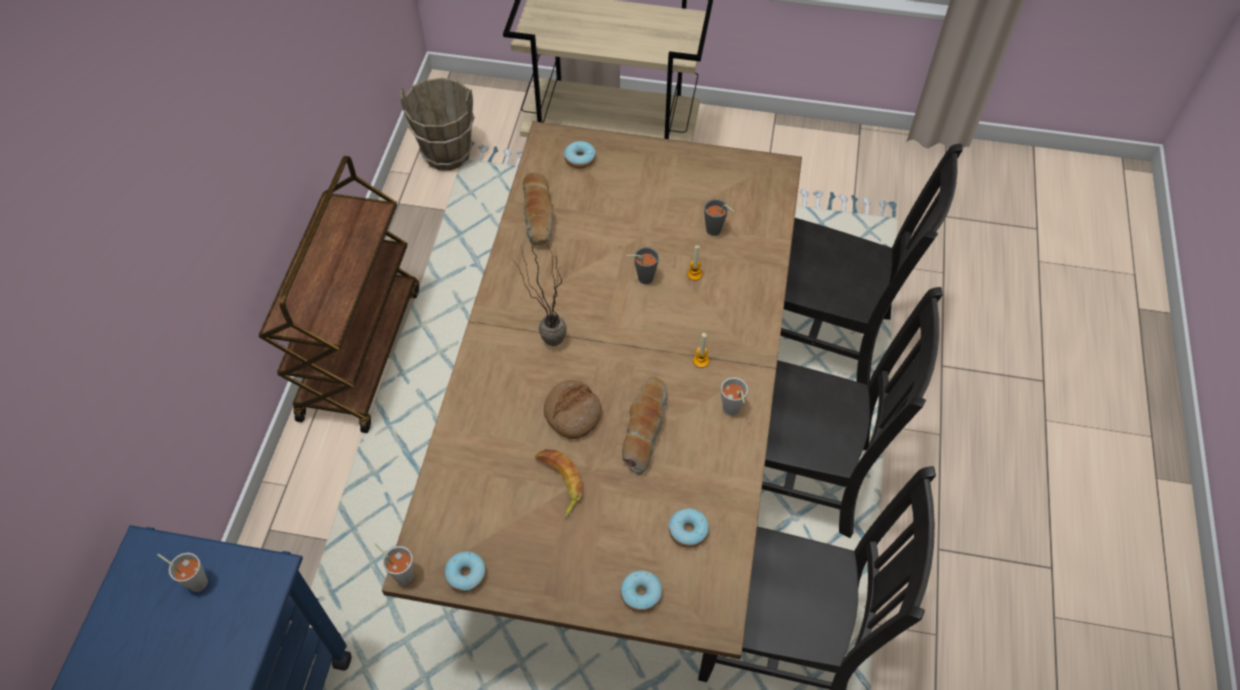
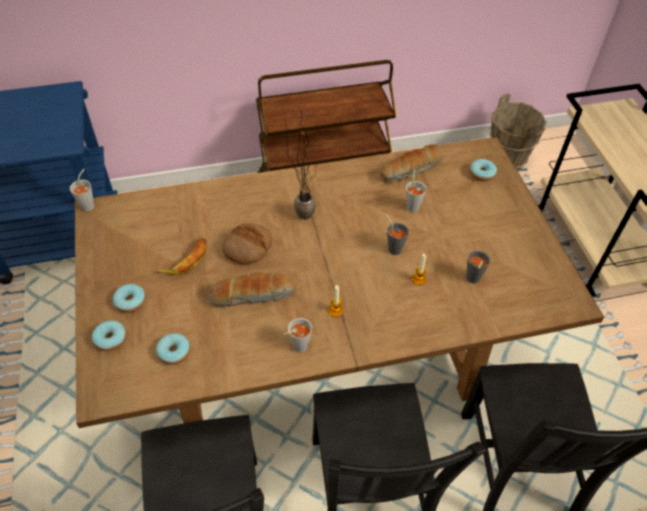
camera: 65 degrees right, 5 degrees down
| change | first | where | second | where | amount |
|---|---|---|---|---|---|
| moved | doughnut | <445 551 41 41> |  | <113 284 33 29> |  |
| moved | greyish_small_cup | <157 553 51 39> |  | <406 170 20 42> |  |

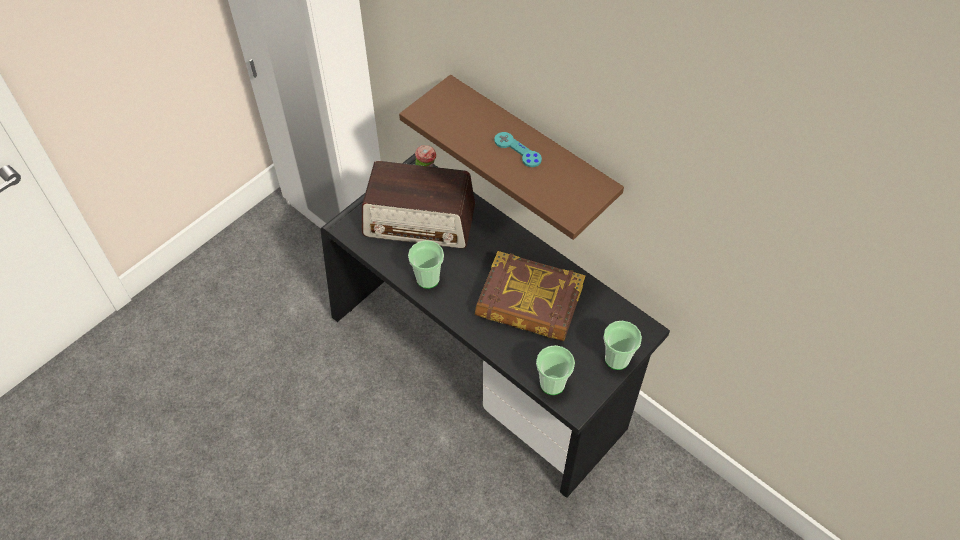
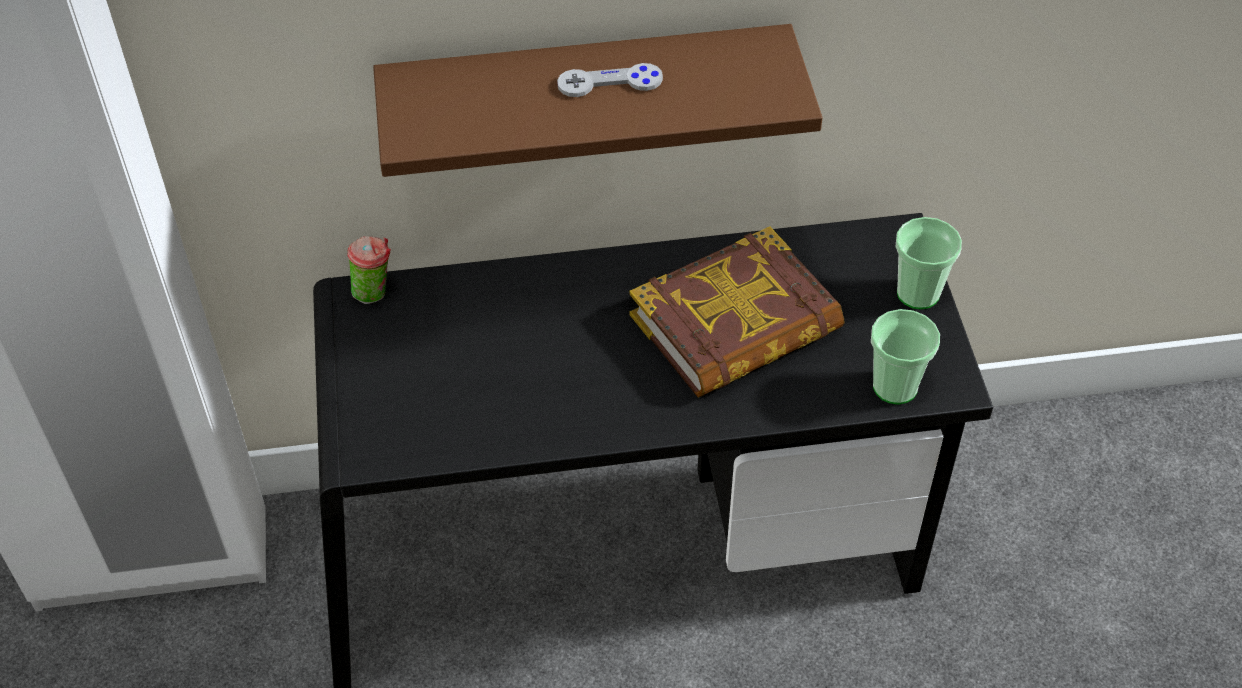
camera: 50 degrees left, 5 degrees down
| change | first | where | second | where | amount |
|---|---|---|---|---|---|
| recoloured | turquoise-coloured_gamepad | <494 132 48 35> | greyish_gamepad | <557 63 106 34> |  |
| removed | radio | <362 161 113 87> |  |  |  |
| removed | small_cup | <408 240 36 49> |  |  |  |

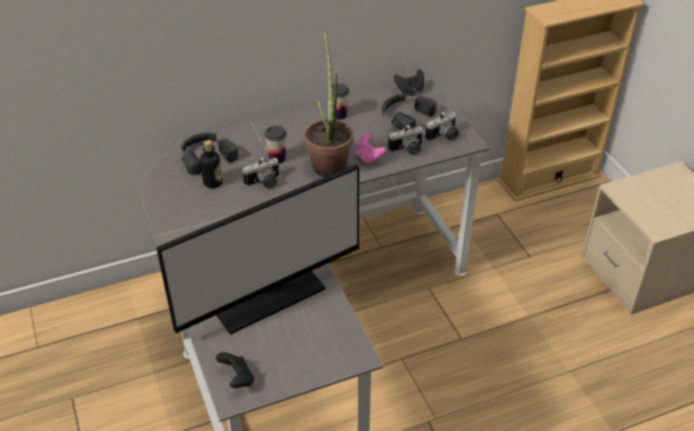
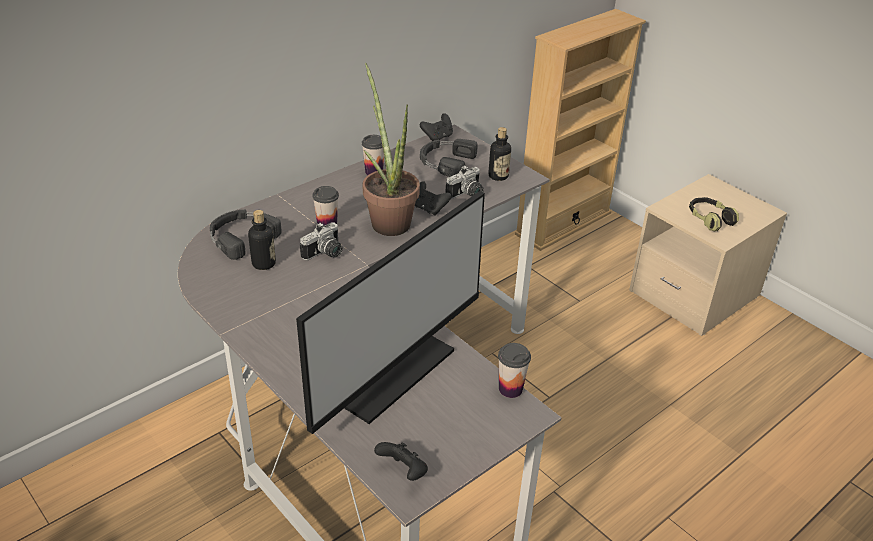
camera: 20 degrees left, 5 degrees down
| change | first | where | second | where | amount |
|---|---|---|---|---|---|
| recoloured | pinkish_gamepad | <355 133 31 32> | black_gamepad | <415 181 36 35> |  |
| replaced | photo_camera | <425 112 34 29> | beverage_bottle | <488 127 23 54> |  |
| added |  |  | small_cup | <498 343 33 55> |  |
| added |  |  | headphones | <689 197 50 34> |  |

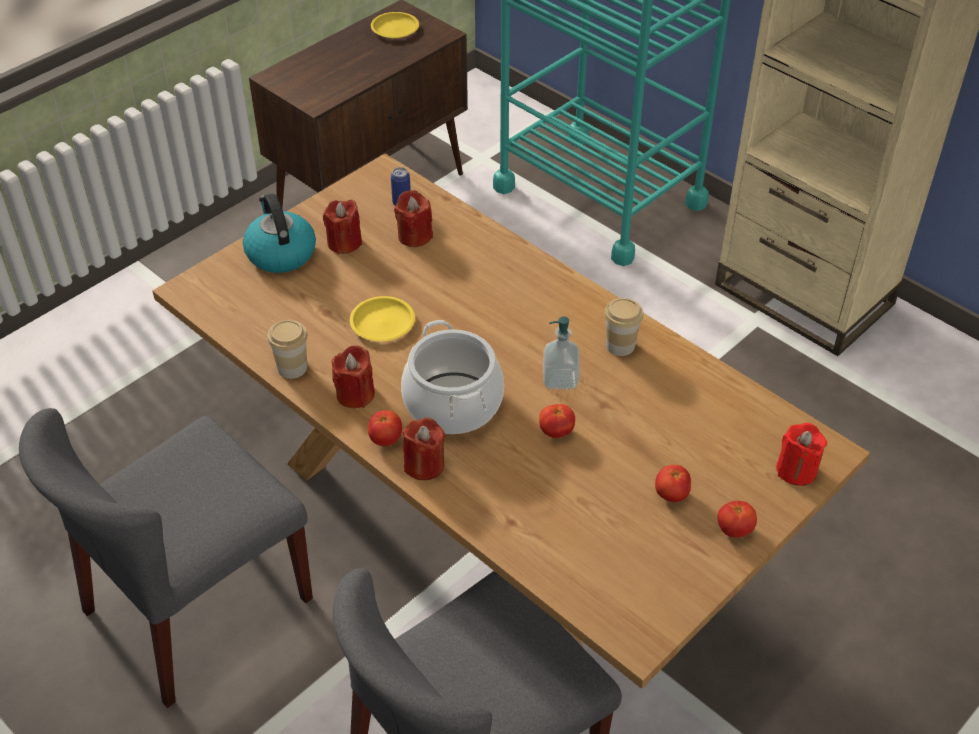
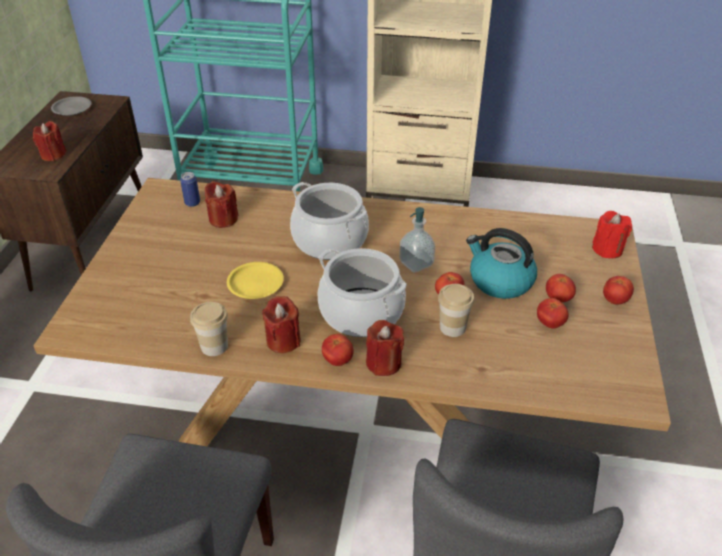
camera: 35 degrees left, 5 degrees down
| change | first | where | second | where | amount |
|---|---|---|---|---|---|
| moved | red_wax_candle | <323 200 39 54> |  | <33 121 33 40> |  |
| recoloured | yellowish_dinner_plate | <371 12 48 26> | greyish_dinner_plate | <51 96 40 20> |  |
| added |  |  | cooking_pot | <290 182 79 78> |  |
| moved | small_cup | <604 298 40 58> |  | <438 284 36 53> |  |
| moved | tea_kettle | <243 193 73 80> |  | <466 228 71 71> |  |
| added |  |  | whole_tomato | <537 298 32 30> |  |

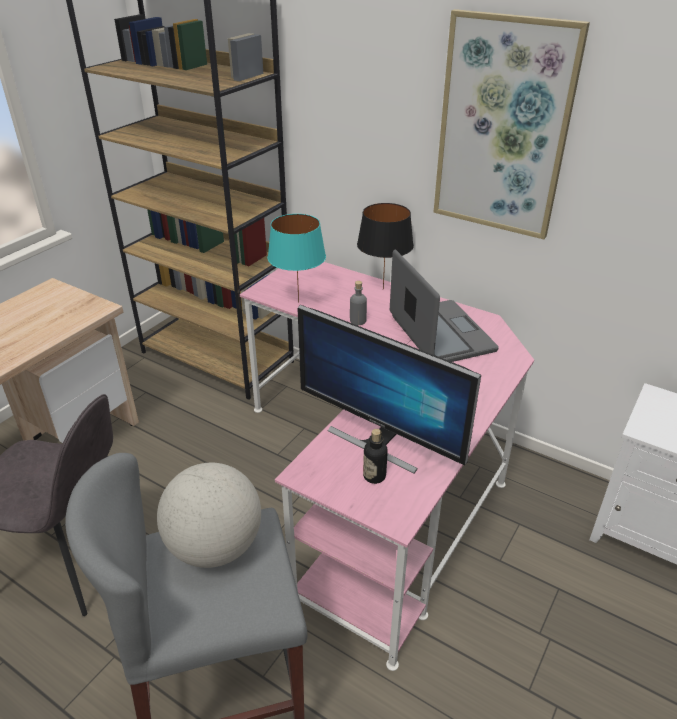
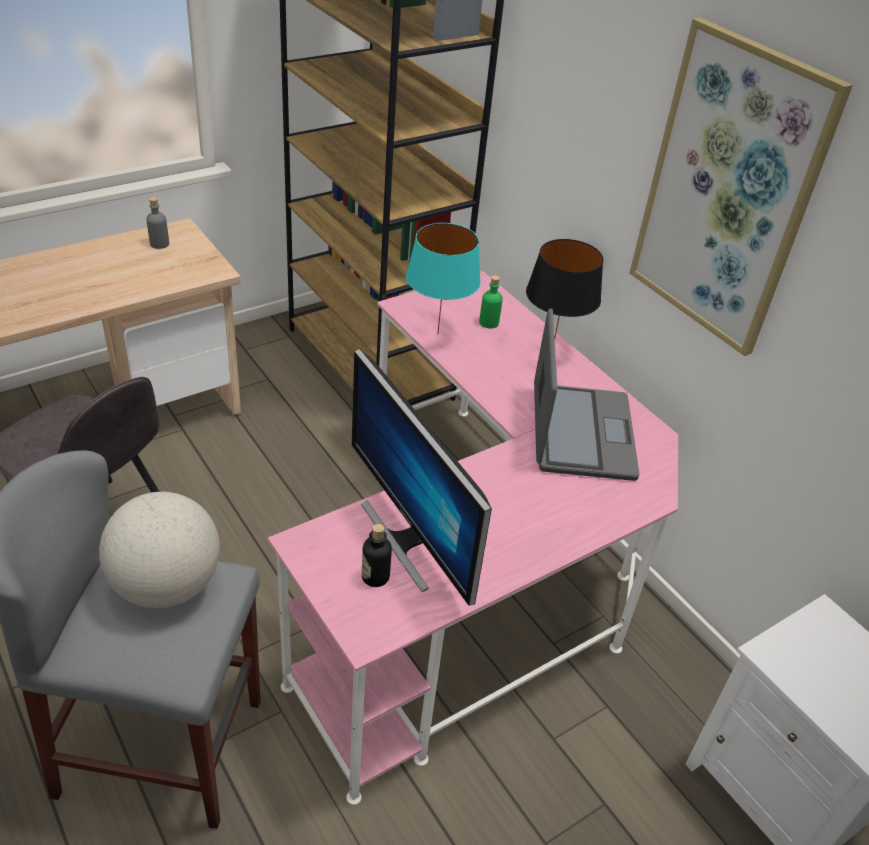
camera: 20 degrees right, 5 degrees up
| change | first | where | second | where | amount |
|---|---|---|---|---|---|
| moved | greyish_beverage_bottle | <350 281 17 44> |  | <146 197 23 52> |  |
| added |  |  | green-coloured_beverage_bottle | <479 275 24 54> |  |

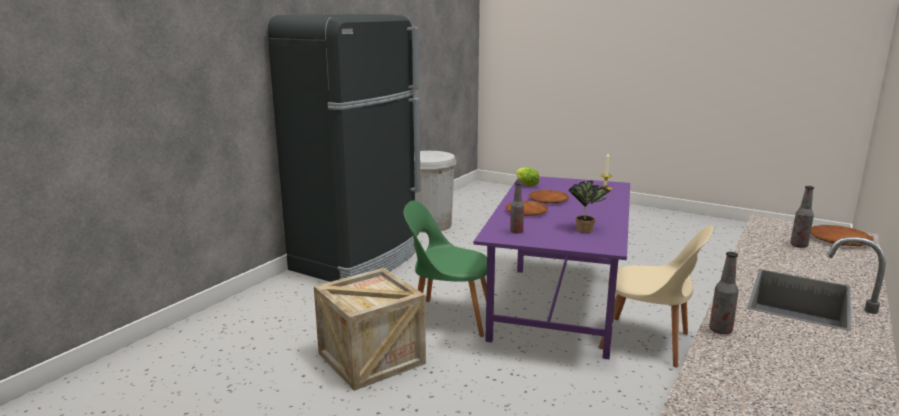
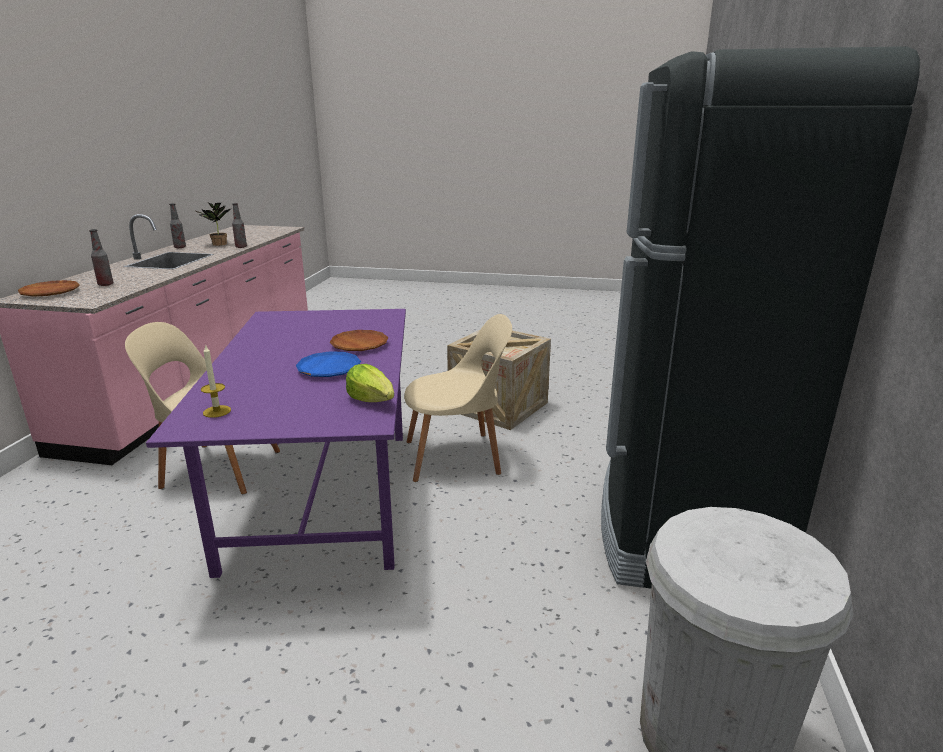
camera: 160 degrees right, 5 degrees up
| change | first | where | second | where | amount |
|---|---|---|---|---|---|
| moved | beverage_bottle | <510 182 14 52> |  | <169 203 17 45> |  |
| moved | houseplant | <568 181 42 52> |  | <196 202 34 44> |  |
| recoloured | brownish_dinner_plate | <528 190 41 13> | blue_dinner_plate | <296 351 65 26> |  |
| recoloured | green-coloured_upright_chair | <404 200 83 137> | beige_upright_chair | <404 314 108 168> |  |

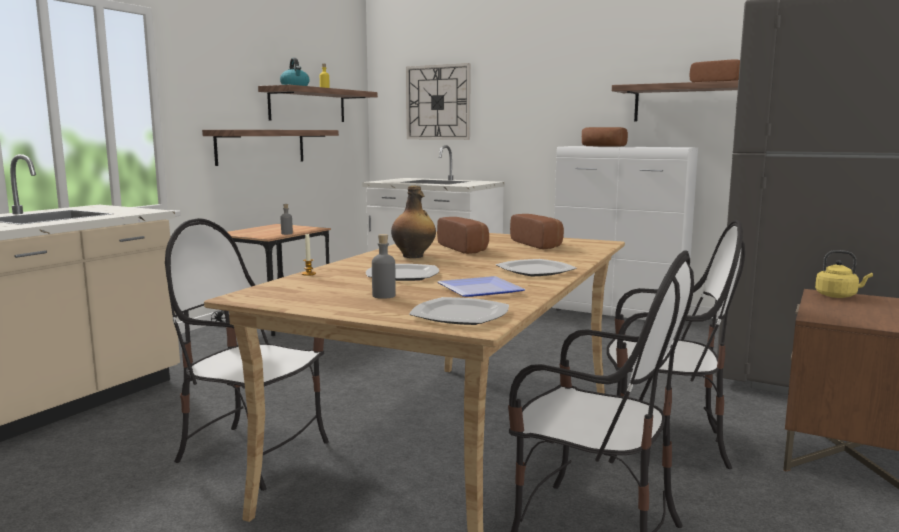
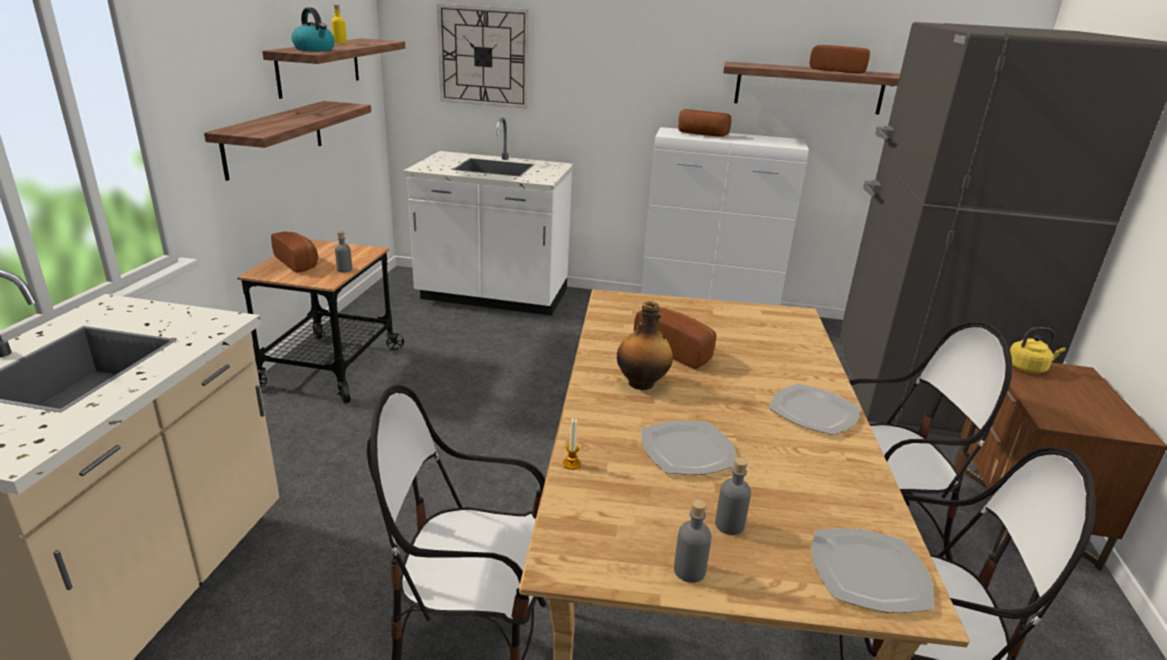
camera: 20 degrees left, 15 degrees up
| change | first | where | second | where | amount |
|---|---|---|---|---|---|
| moved | baked_bread | <510 214 54 35> |  | <271 231 47 42> |  |
| added |  |  | greyish_beverage_bottle | <674 499 37 84> |  |
| removed | dinner_plate | <438 276 87 21> |  |  |  |

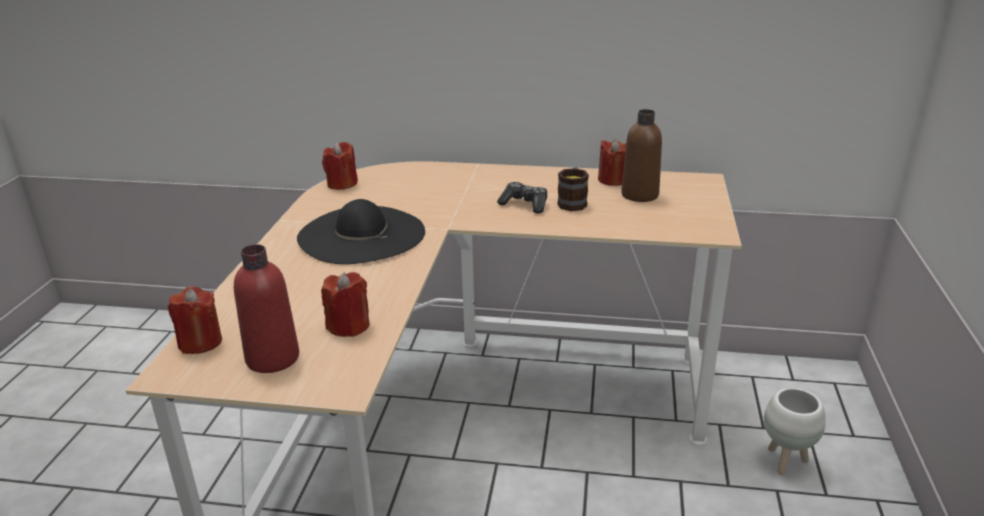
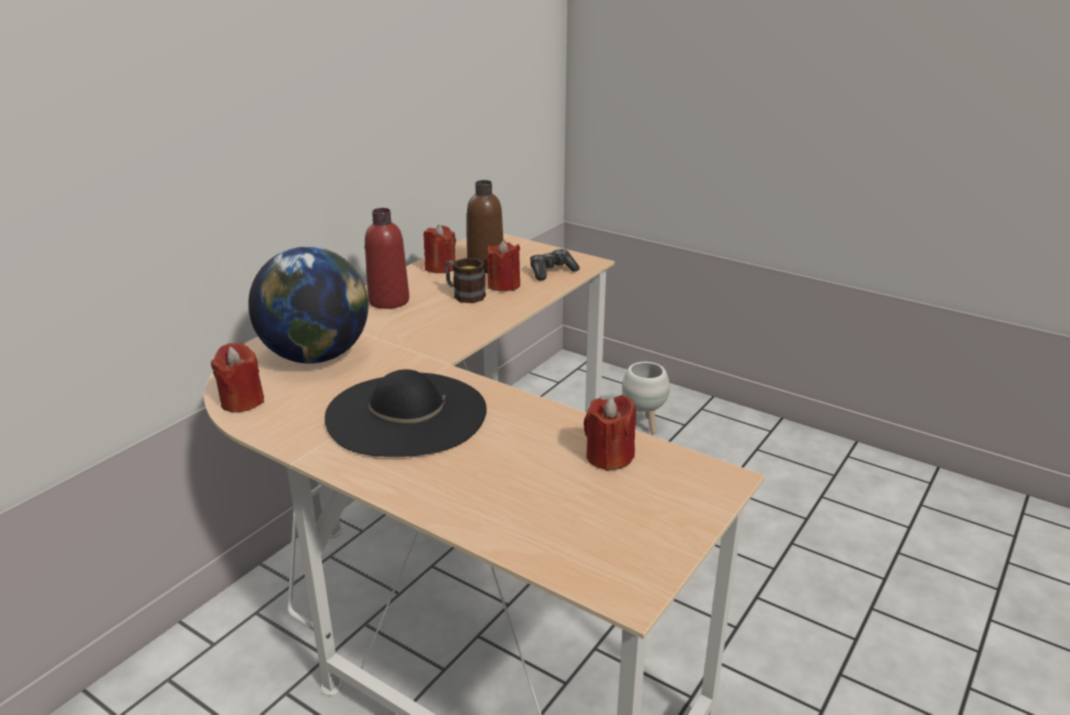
camera: 65 degrees left, 0 degrees up
| change | first | where | second | where | amount |
|---|---|---|---|---|---|
| added |  |  | desk_globe | <248 246 120 118> |  |
| moved | red_beverage_bottle | <234 244 65 129> |  | <365 208 44 101> |  |
| moved | red_wax_candle | <168 287 54 67> |  | <487 240 33 51> |  |
| moved | gamepad | <497 182 50 32> |  | <530 249 50 31> |  |

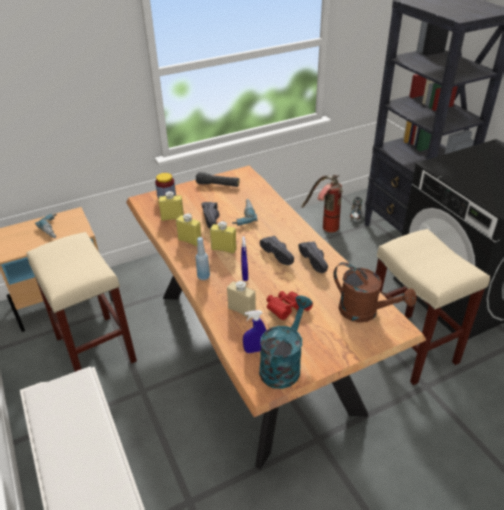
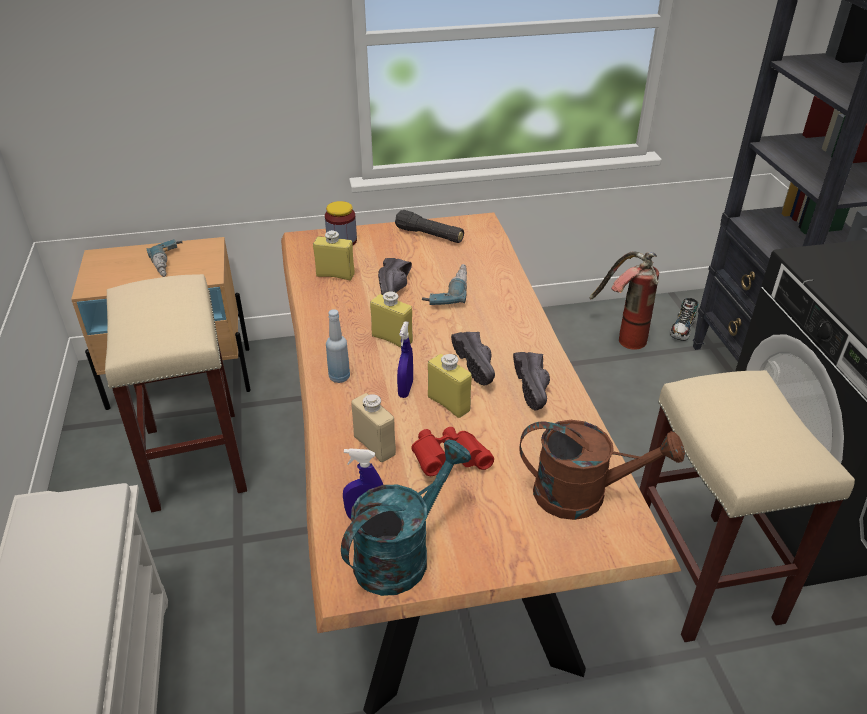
camera: 15 degrees right, 0 degrees up
| change | first | where | second | where | amount |
|---|---|---|---|---|---|
| moved | yellowish_beverage_bottle | <176 213 26 33> |  | <428 354 44 64> |  |
| turned | brownish_sprinkling_can | <333 262 84 61> |  | <519 420 166 100> | 45 degrees counterclockwise |

